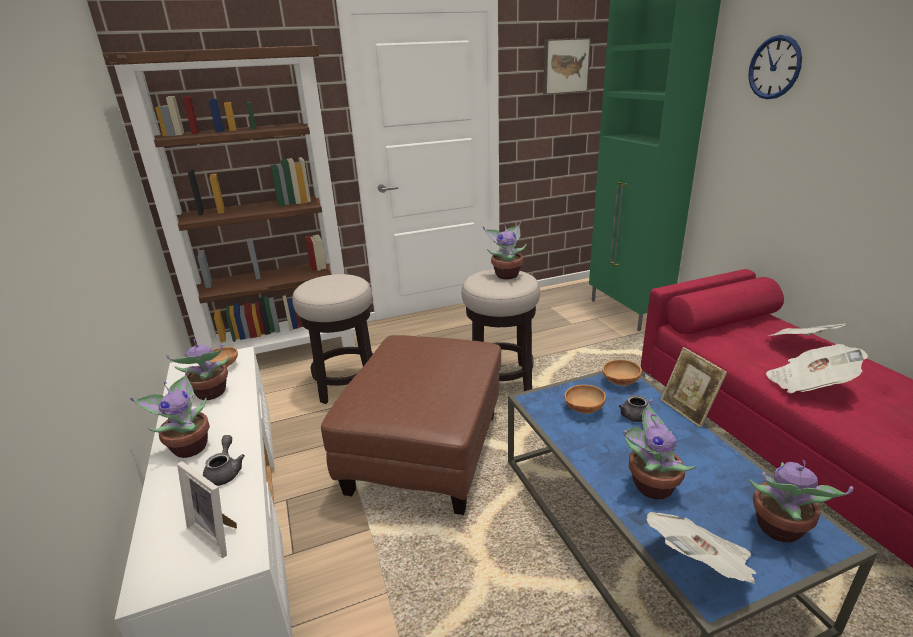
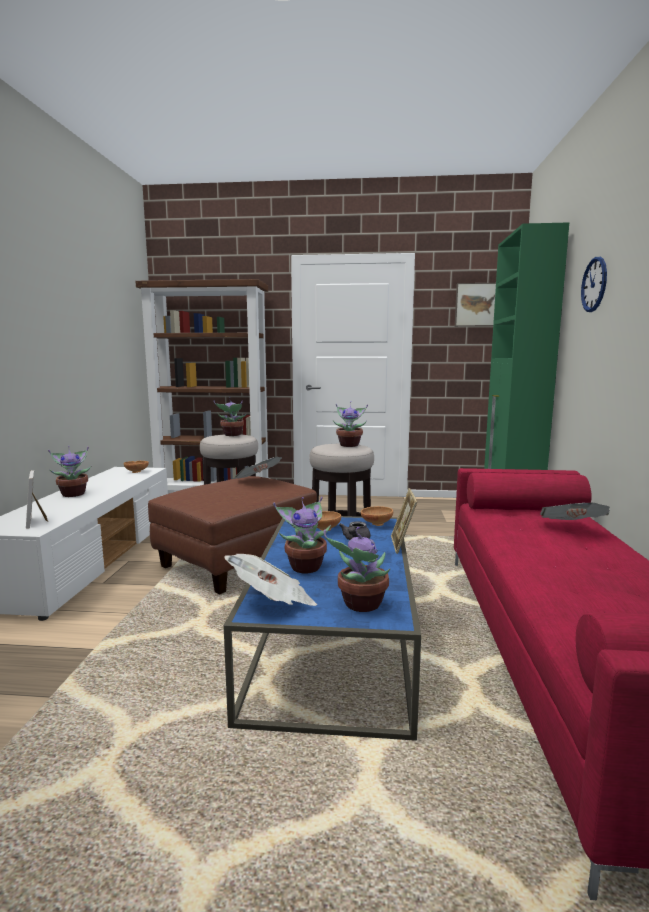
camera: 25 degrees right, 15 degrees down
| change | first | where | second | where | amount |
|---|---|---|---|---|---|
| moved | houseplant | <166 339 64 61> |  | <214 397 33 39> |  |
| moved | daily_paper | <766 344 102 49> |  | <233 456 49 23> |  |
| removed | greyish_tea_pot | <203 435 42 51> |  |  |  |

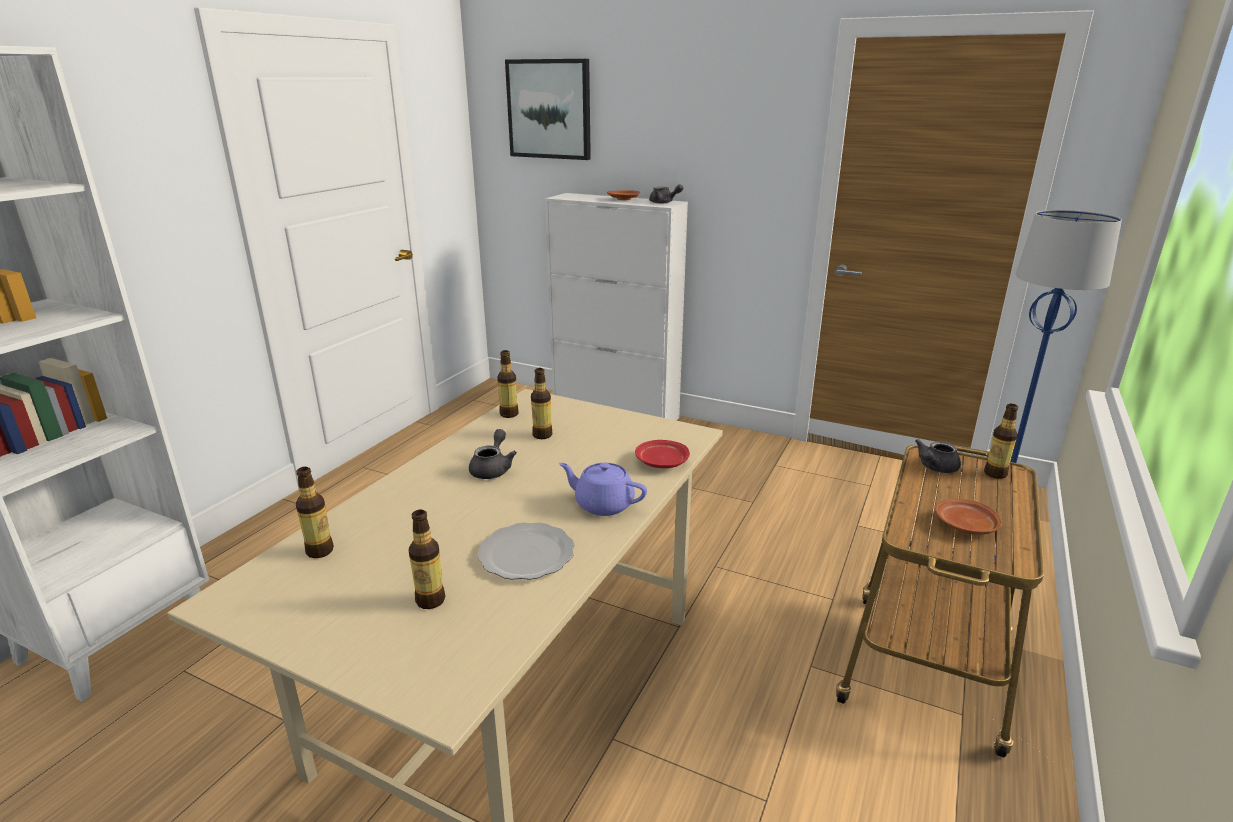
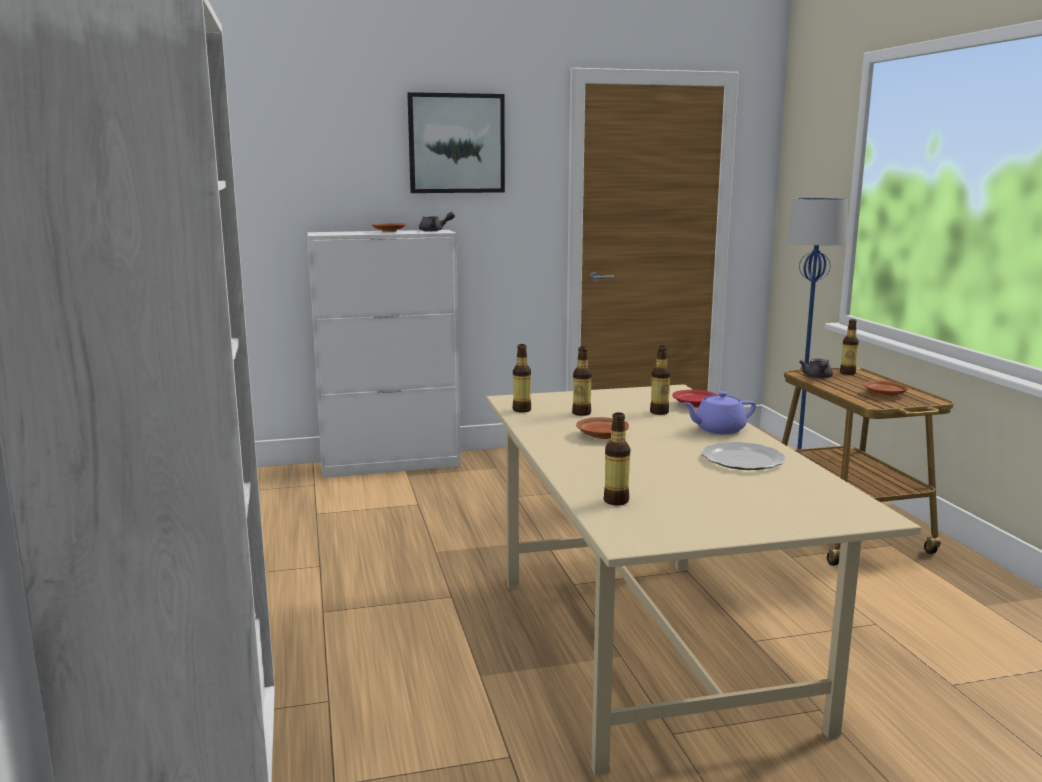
camera: 40 degrees left, 10 degrees down
| change | first | where | second | where | amount |
|---|---|---|---|---|---|
| moved | wall_picture | <505 59 86 101> |  | <407 92 98 101> |  |
| replaced | greyish_tea_pot | <469 429 48 50> | brownish_dinner_plate | <576 417 53 22> |  |
| moved | beverage_bottle | <409 509 36 100> |  | <650 346 20 69> |  |

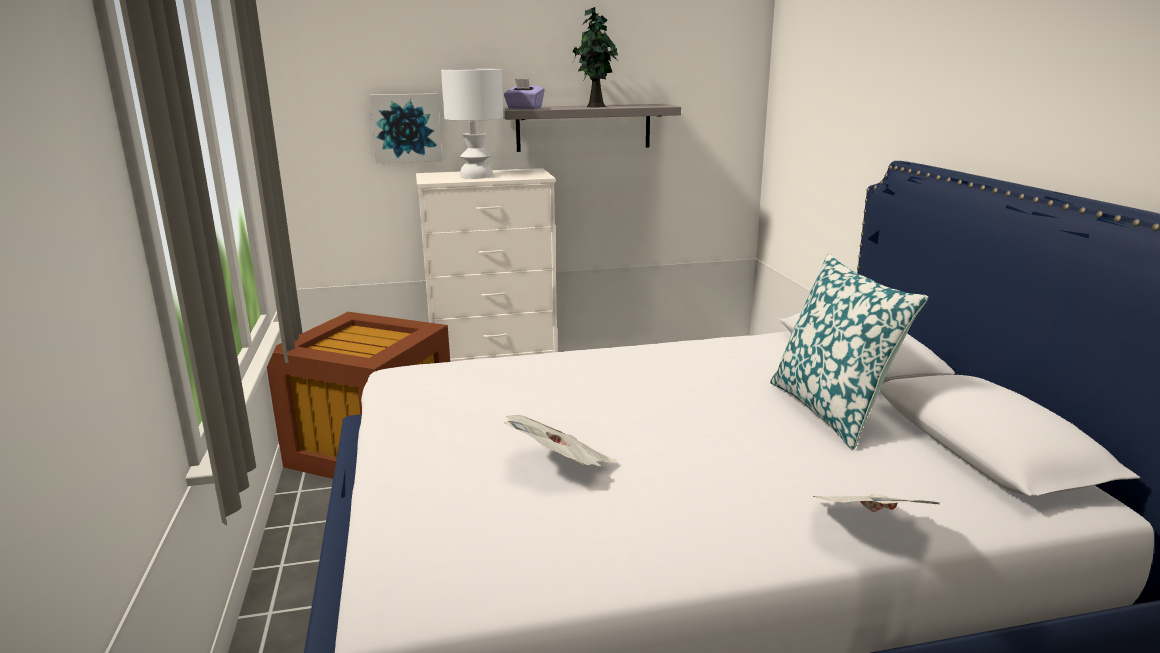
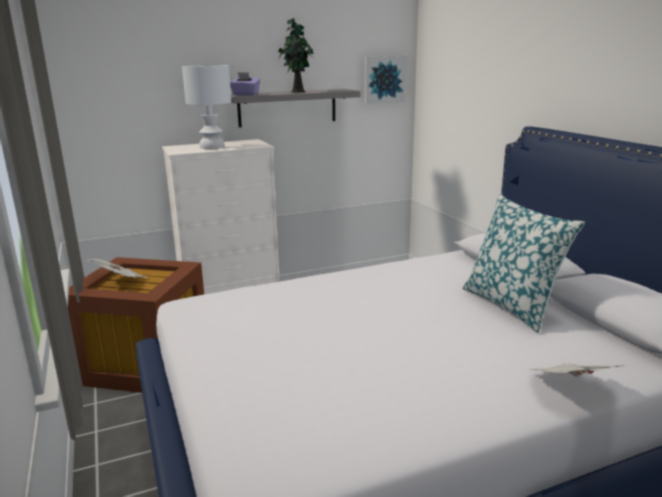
camera: 10 degrees left, 0 degrees up
| change | first | where | second | where | amount |
|---|---|---|---|---|---|
| moved | daily_paper | <504 415 113 52> |  | <87 259 60 19> |  |
| moved | wall_picture | <369 93 73 70> |  | <364 56 43 48> |  |

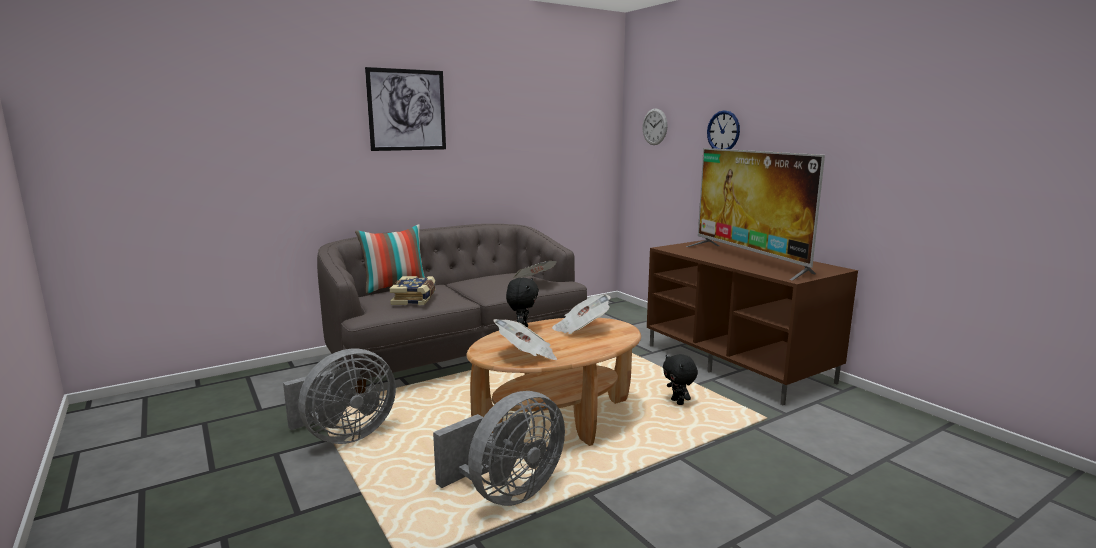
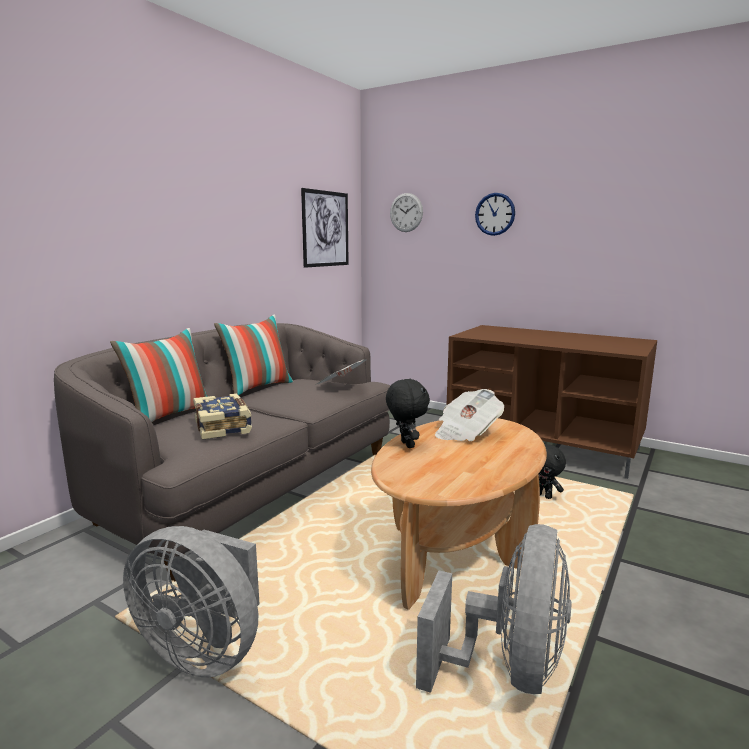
camera: 25 degrees left, 0 degrees up
| change | first | where | second | where | amount |
|---|---|---|---|---|---|
| turned | greyish_fan | <283 349 113 95> |  | <123 526 137 152> | 90 degrees clockwise |
| added |  |  | throw_pillow | <214 315 79 80> |  |
| moved | wall_picture | <365 67 81 84> |  | <301 188 48 80> |  |
| removed | daily_paper | <494 319 63 41> |  |  |  |
| removed | television | <686 148 139 132> |  |  |  |

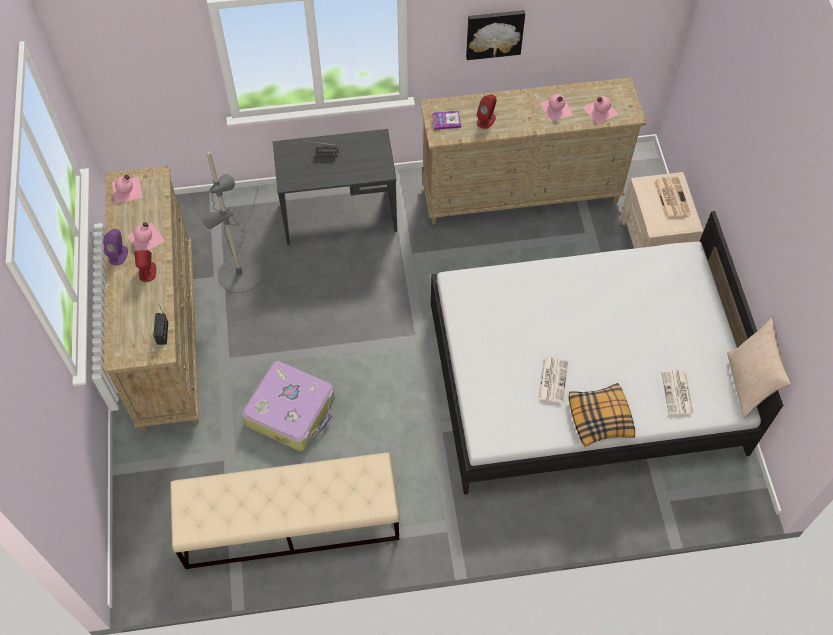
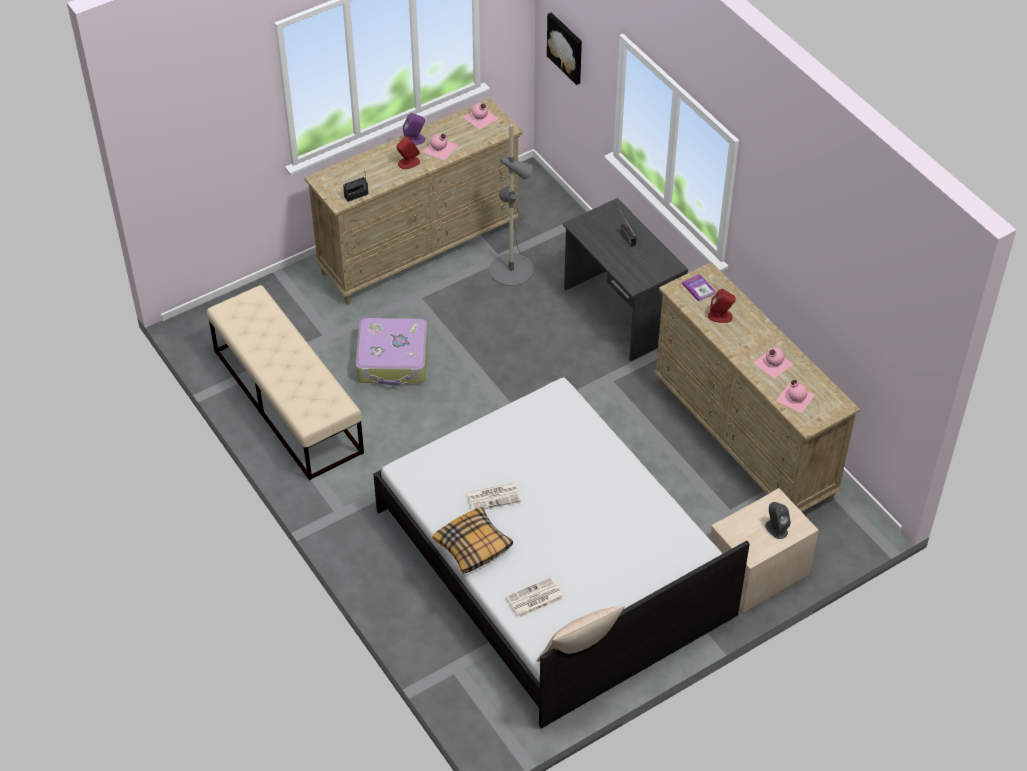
camera: 65 degrees right, 10 degrees down
| change | first | where | second | where | amount |
|---|---|---|---|---|---|
| moved | wall_picture | <466 10 59 50> |  | <547 12 35 73> |  |
| replaced | daily_paper | <654 176 37 43> | greyish_speaker | <765 502 26 37> |  |

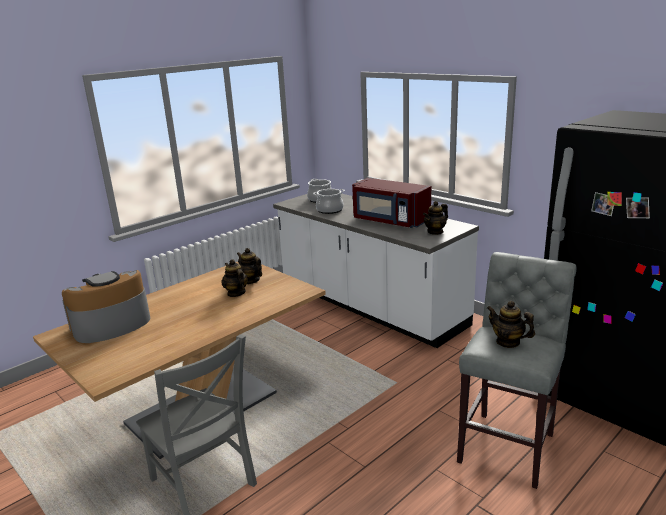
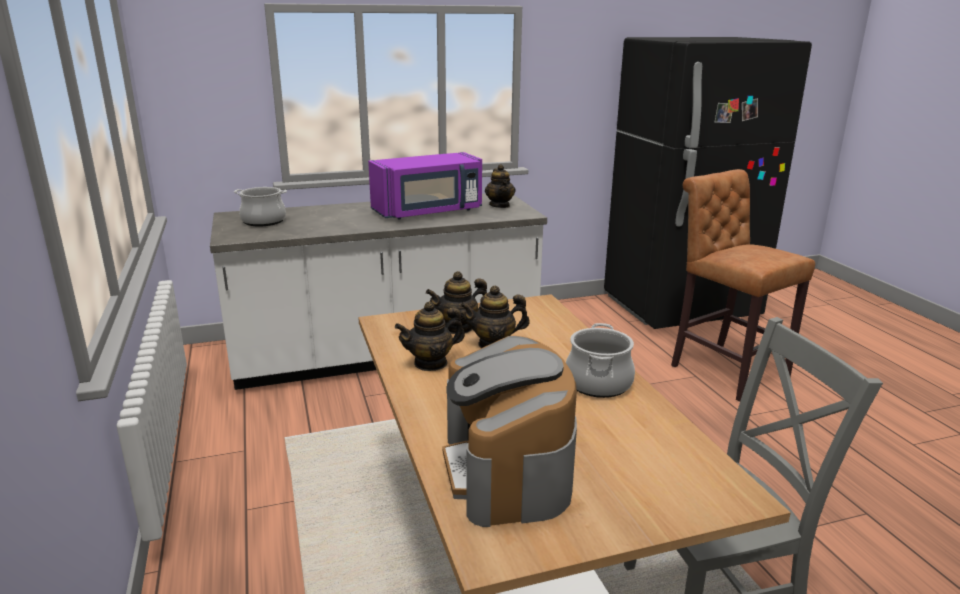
camera: 65 degrees left, 0 degrees up
| change | first | where | second | where | amount |
|---|---|---|---|---|---|
| recoloured | red_microwave_oven | <352 178 79 50> | purplish_microwave_oven | <368 152 114 68> |  |
| moved | tea_pot | <487 301 48 47> |  | <395 301 70 70> |  |
| moved | cooking_pot | <313 189 32 25> |  | <566 323 69 75> |  |
| recoloured | greyish_sitting_stool | <457 252 120 237> | brownish_sitting_stool | <671 169 144 233> |  |

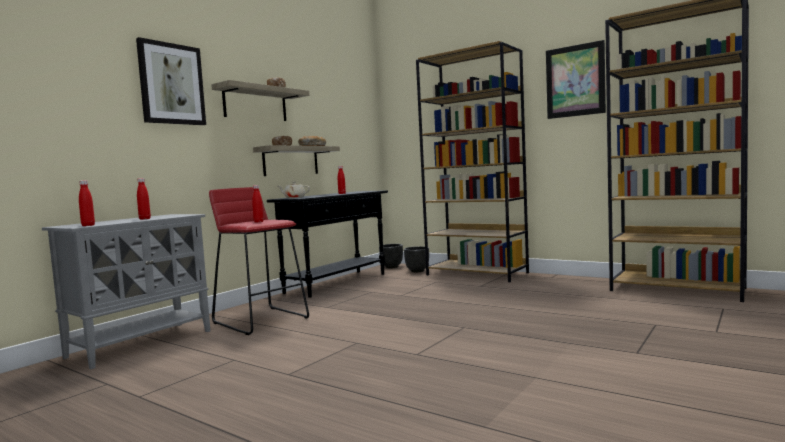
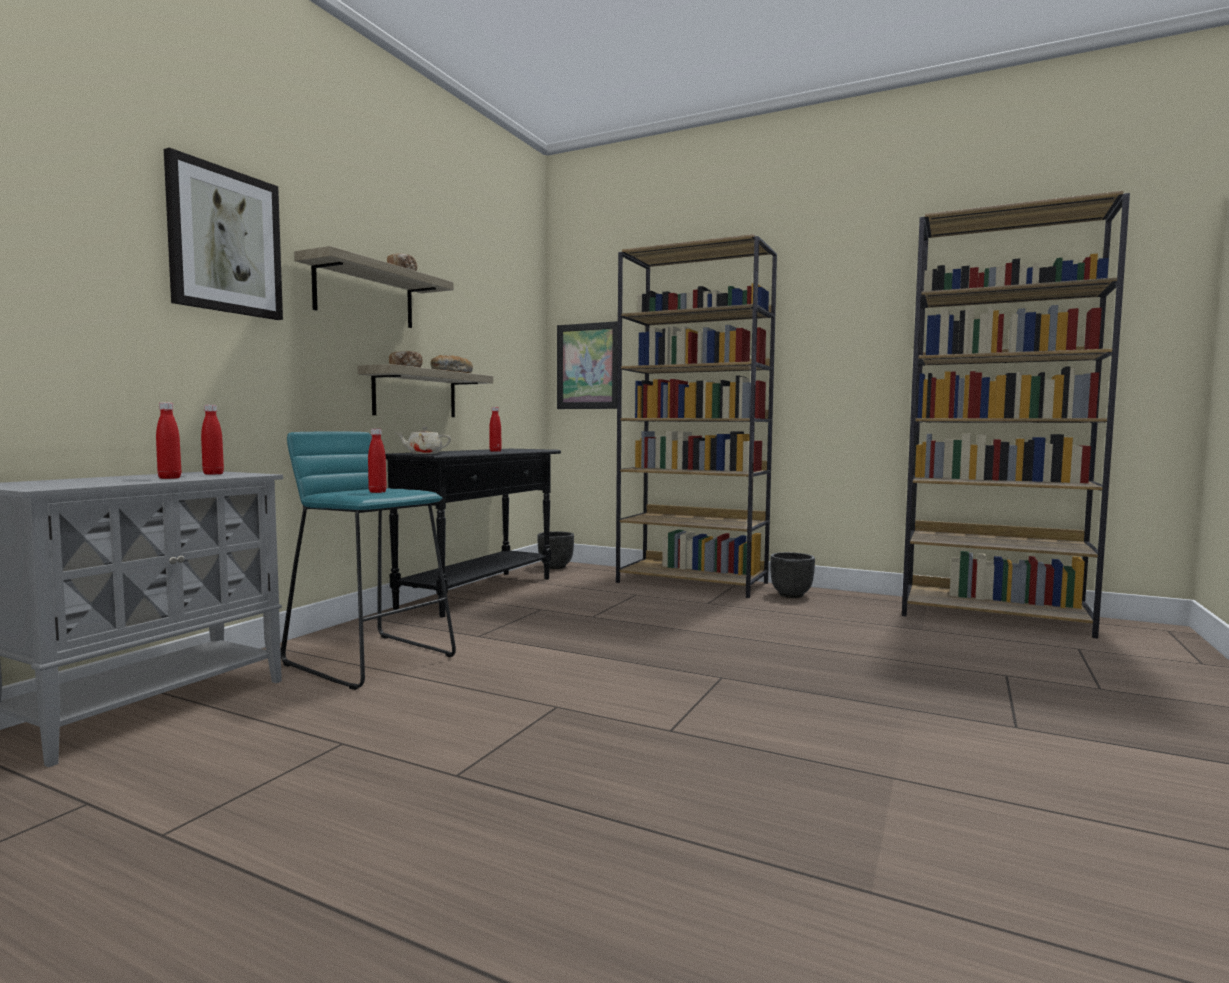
camera: 10 degrees left, 0 degrees up
| change | first | where | second | where | amount |
|---|---|---|---|---|---|
| moved | red_beverage_bottle | <79 180 16 46> |  | <201 405 23 70> |  |
| recoloured | red_sitting_stool | <209 187 100 148> | turquoise-coloured_sitting_stool | <281 431 175 259> |  |
| moved | wall_picture | <546 40 60 79> |  | <557 321 61 88> |  |
| moved | black_plant_pot | <404 246 25 26> |  | <770 552 45 46> |  |

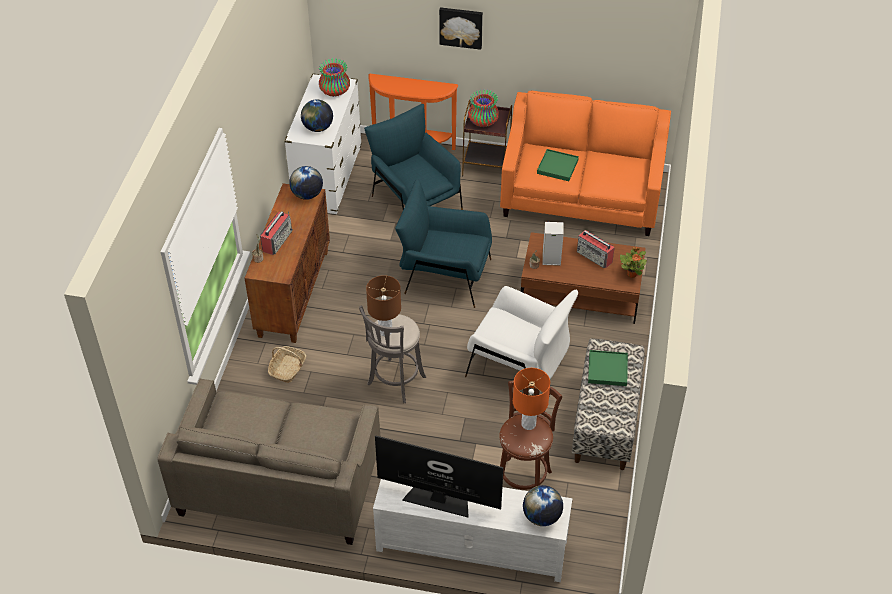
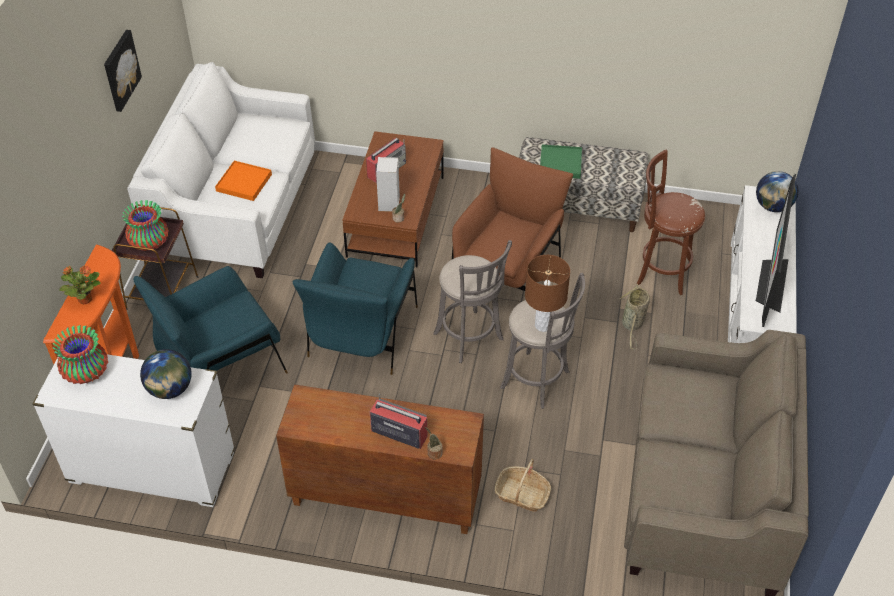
camera: 90 degrees left, 0 degrees up
| change | first | where | second | where | amount |
|---|---|---|---|---|---|
| moved | houseplant | <620 247 27 31> |  | <59 265 41 39> |  |
| moved | wall_picture | <439 7 44 43> |  | <104 30 38 82> |  |
| recoloured | orange-coloured_sofa | <500 91 171 145> | white-coloured_sofa | <127 62 188 216> |  |
| recoloured | green-coloured_tray | <537 149 42 32> | orange-coloured_tray | <215 161 57 40> |  |
| added |  |  | greyish_sitting_stool | <433 240 79 123> |  |
| recoloured | white-coloured_lounge_chair | <465 286 113 110> | brownish_lounge_chair | <452 147 121 144> |  |
| added |  |  | household_basket | <619 284 31 66> |  |
| removed | desk_globe | <289 166 34 34> |  |  |  |
| removed | orange-coloured_tabletop_lamp | <513 368 37 62> |  |  |  |

